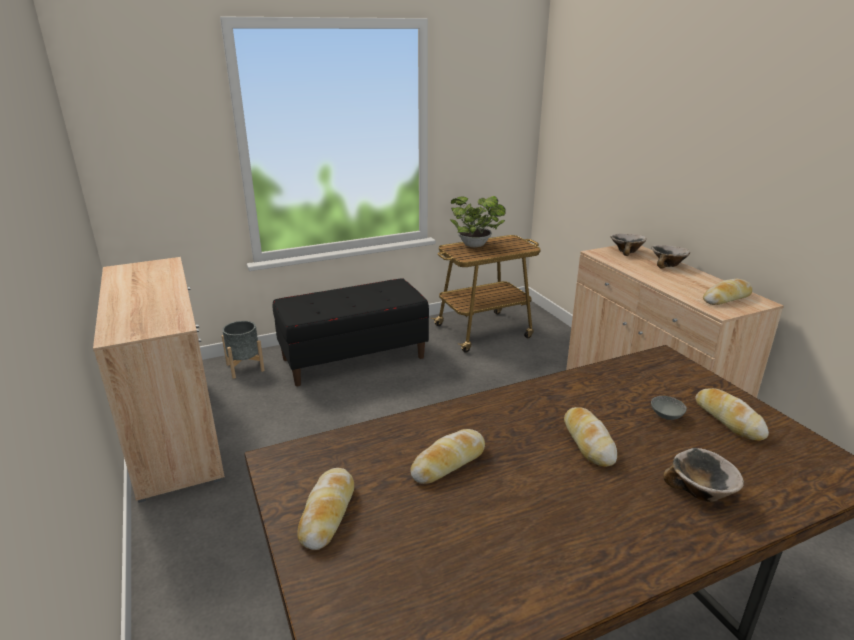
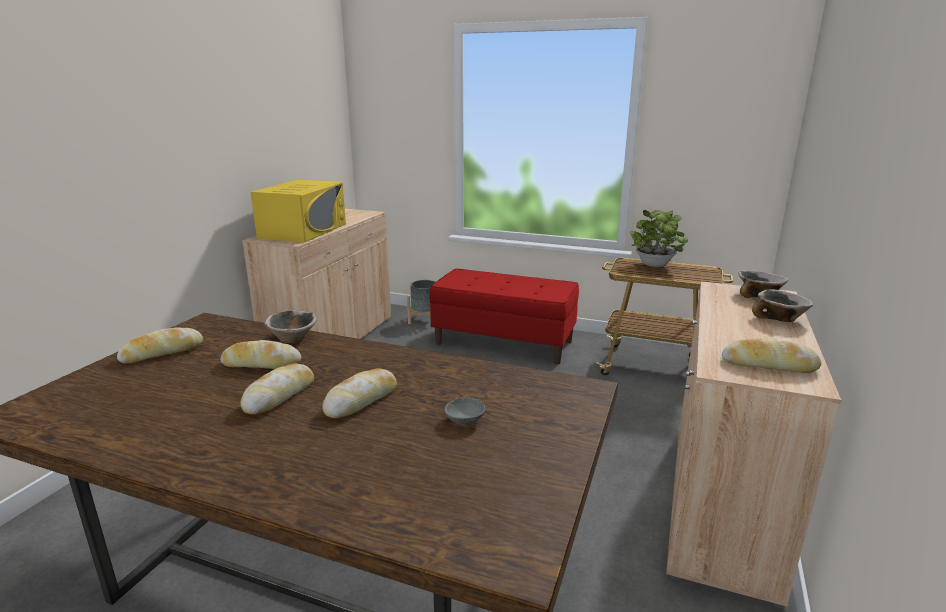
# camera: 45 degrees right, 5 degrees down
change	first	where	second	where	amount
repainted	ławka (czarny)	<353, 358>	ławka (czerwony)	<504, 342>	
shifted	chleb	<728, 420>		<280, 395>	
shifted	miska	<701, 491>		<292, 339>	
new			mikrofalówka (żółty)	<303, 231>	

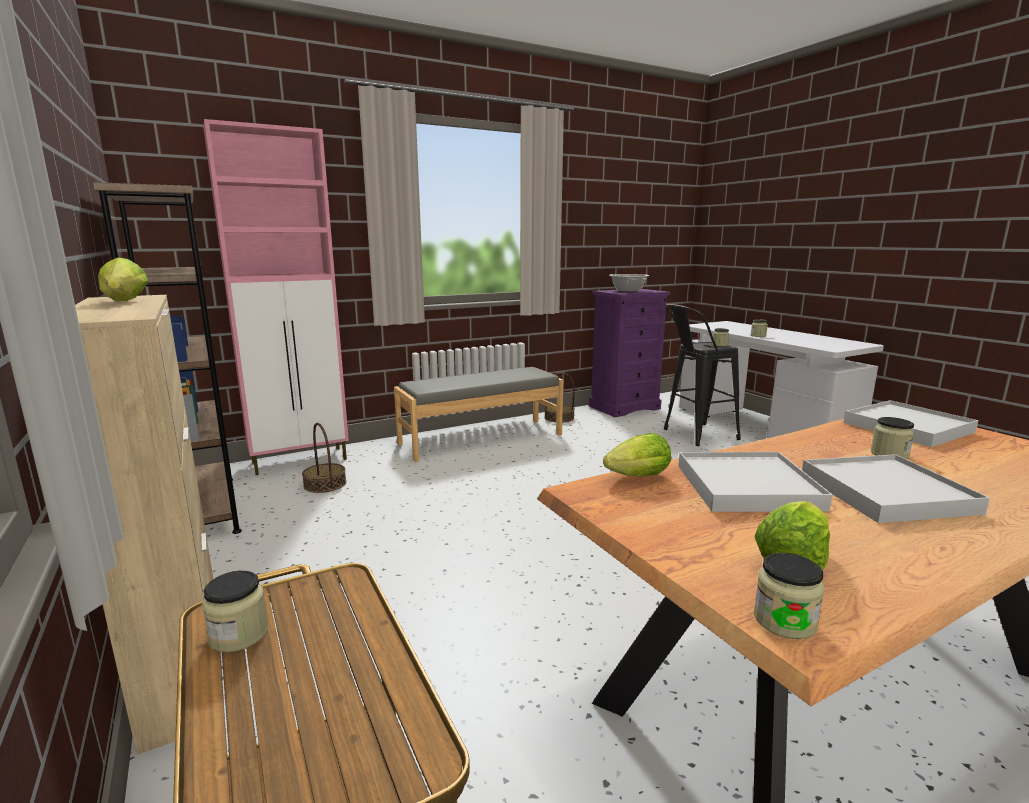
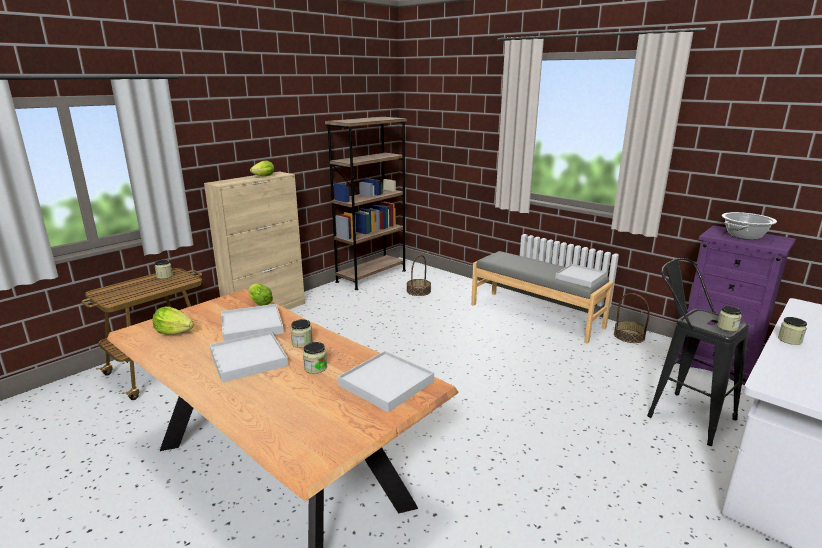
# camera: 70 degrees right, 5 degrees up
change	first	where	second	where	amount
gone	szafka (różowy)	<301, 461>			
shifted	słoik	<784, 621>		<302, 343>	
new			taca (biały)	<580, 277>	

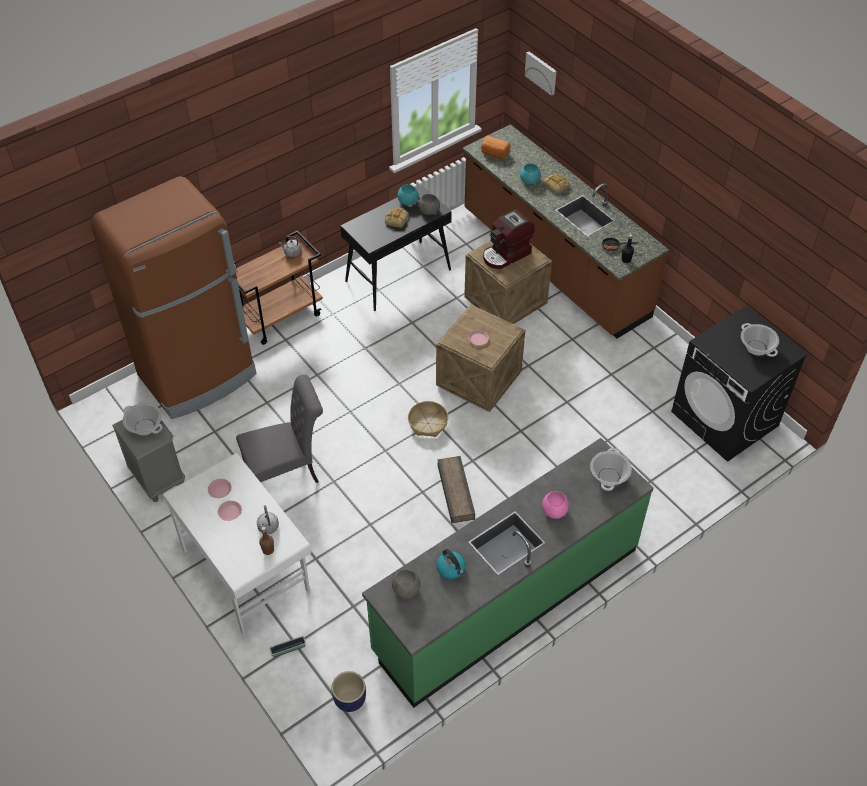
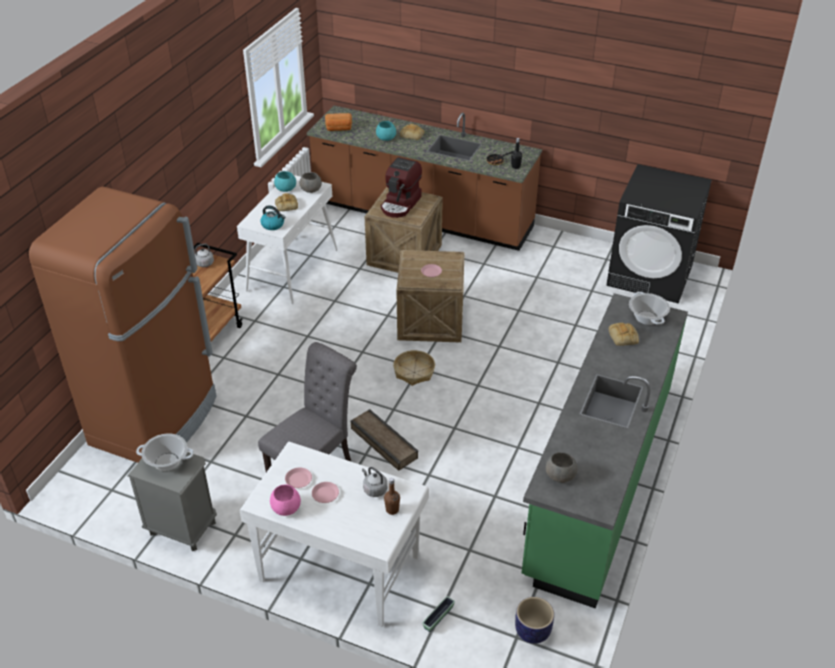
# camera: 30 degrees left, 10 degrees down
change	first	where	second	where	amount
gone	obraz	<541, 72>			
repainted	stolik konsolowy (czarny)	<398, 275>	stolik konsolowy (biały)	<292, 269>	
gone	garnek	<756, 347>			
shifted	skrzynka	<454, 492>		<383, 443>	
shifted	miska (różowy)	<554, 511>		<286, 508>	
shifted	czajnik	<451, 569>		<273, 225>	
new			chleb	<623, 337>	

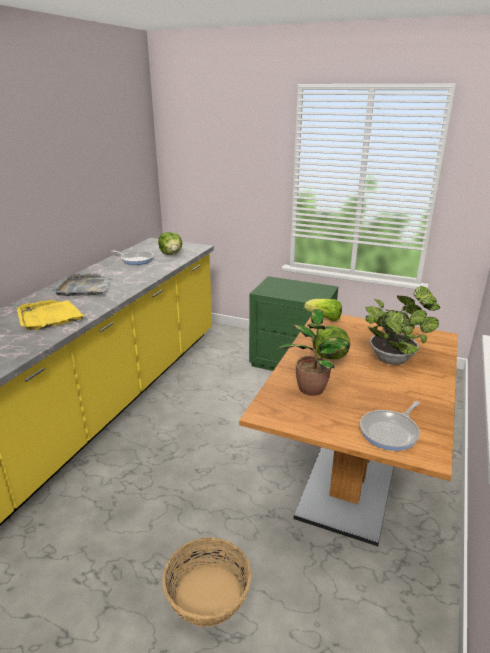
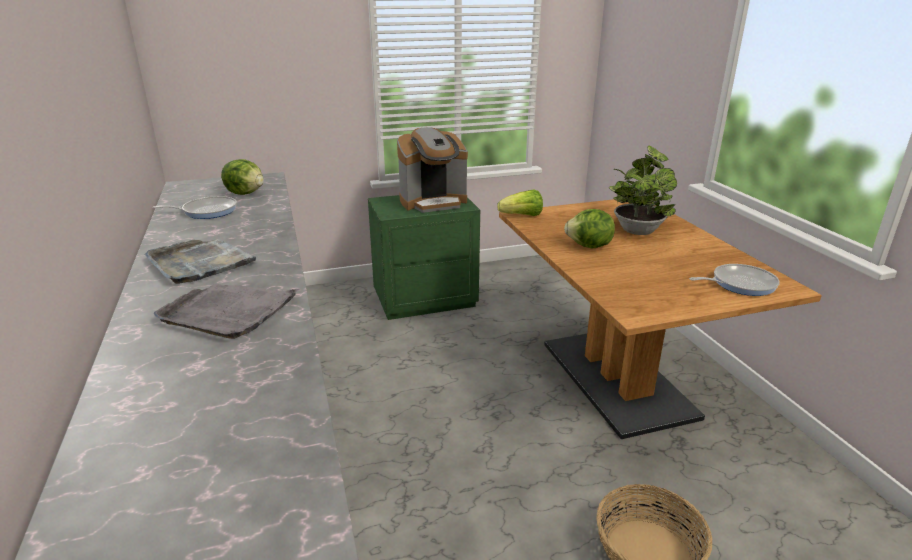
# camera: 40 degrees left, 0 degrees up
change	first	where	second	where	amount
repainted	taca (żółty)	<49, 317>	taca (szary)	<229, 312>	
gone	roślina doniczkowa	<311, 387>			
rotated	patelnia	<391, 432>		<740, 284>	105 degrees counterclockwise
new			ekspres do kawy	<433, 202>	

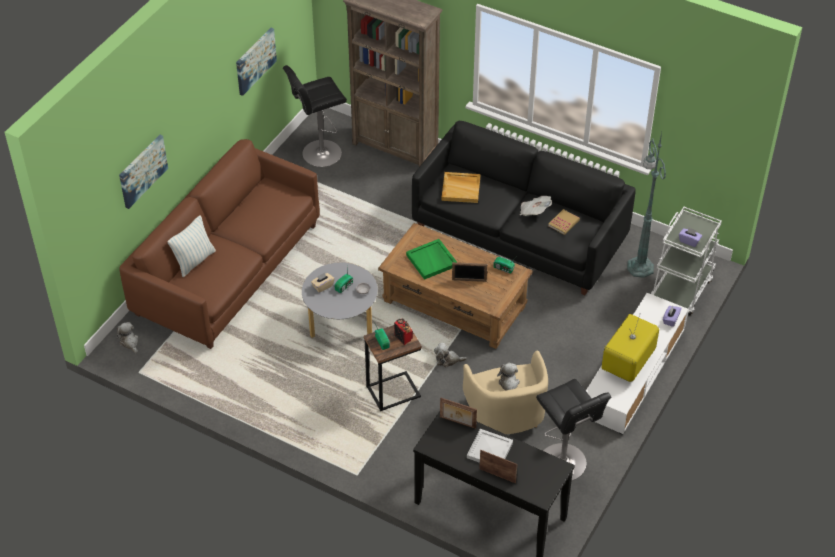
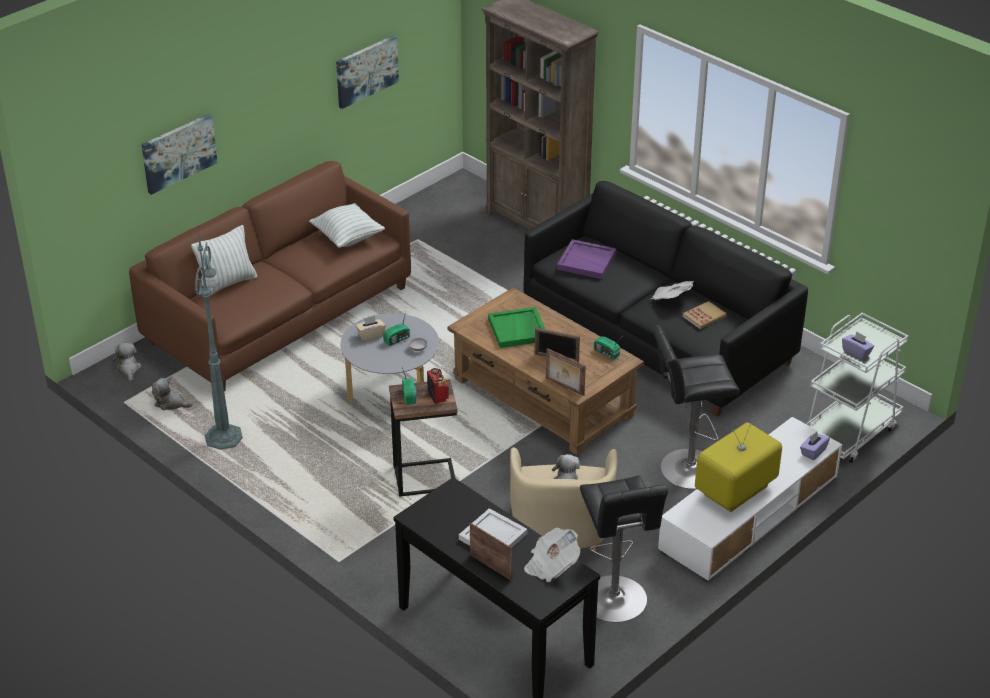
# camera: 15 degrees right, 10 degrees down
change	first	where	second	where	amount
shifted	stołek (czarny)	<319, 154>		<685, 469>	
shifted	lampa stojąca (zielony)	<640, 266>		<224, 436>	
repainted	taca (beżowy)	<461, 188>	taca (fioletowy)	<587, 261>	
shifted	pluszak	<448, 360>		<170, 403>	
shifted	ramka na zdjęcie	<457, 423>		<564, 387>	
new			poduszka	<347, 238>	
new			gazeta	<551, 565>	

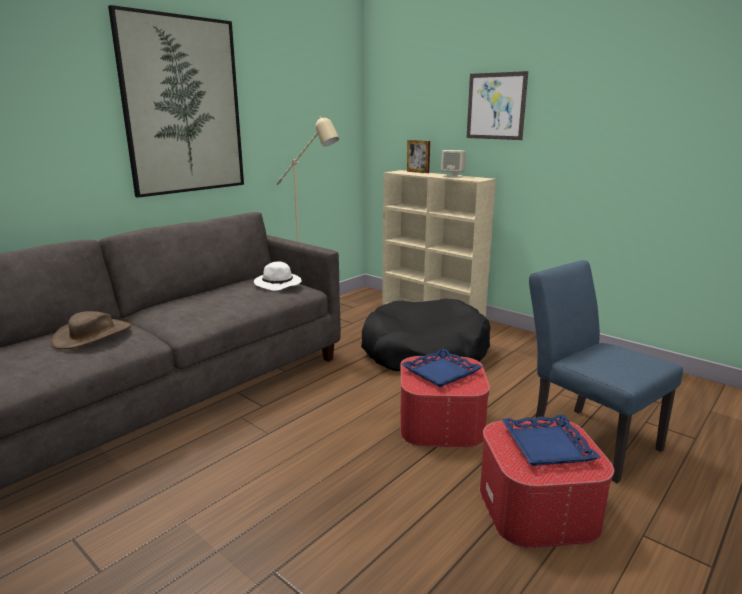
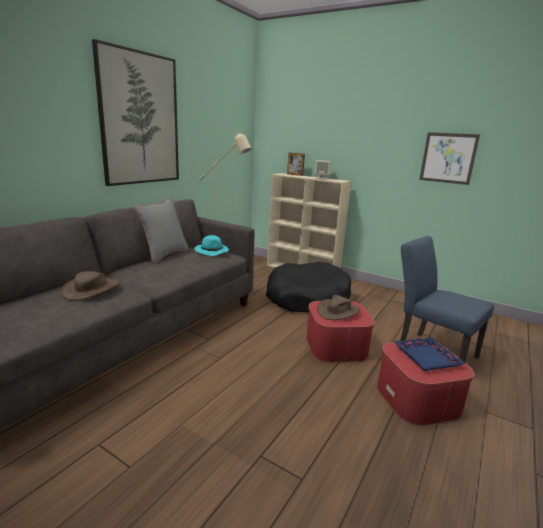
# camera: 10 degrees left, 0 degrees up
change	first	where	second	where	amount
shifted	obraz	<496, 106>		<448, 158>	
repainted	kapelusz (biały)	<278, 284>	kapelusz (turkusowy)	<212, 251>	
swapped	taca (niebieski)	<441, 372>	kapelusz (brązowy)	<338, 311>	
new			poduszka (szary)	<164, 255>	

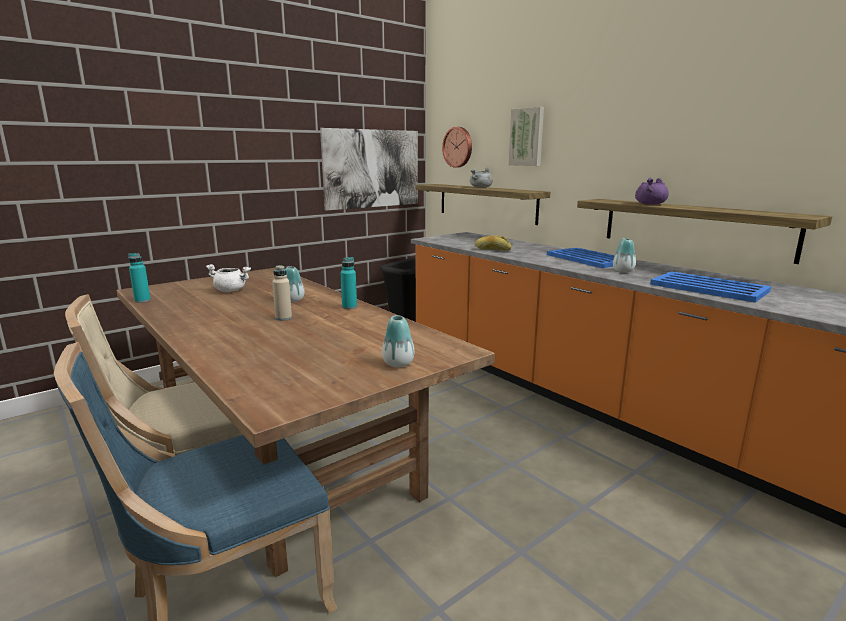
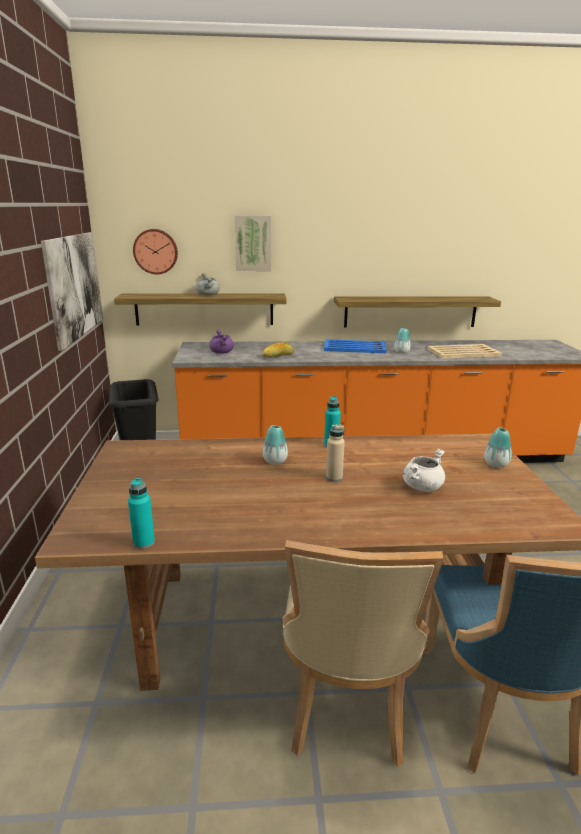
# camera: 55 degrees left, 5 degrees up
change	first	where	second	where	amount
shifted	garnek (fioletowy)	<650, 204>		<221, 352>	
shifted	garnek (biały)	<231, 290>		<422, 486>	
repainted	taca (niebieski)	<709, 288>	taca (beżowy)	<464, 352>	

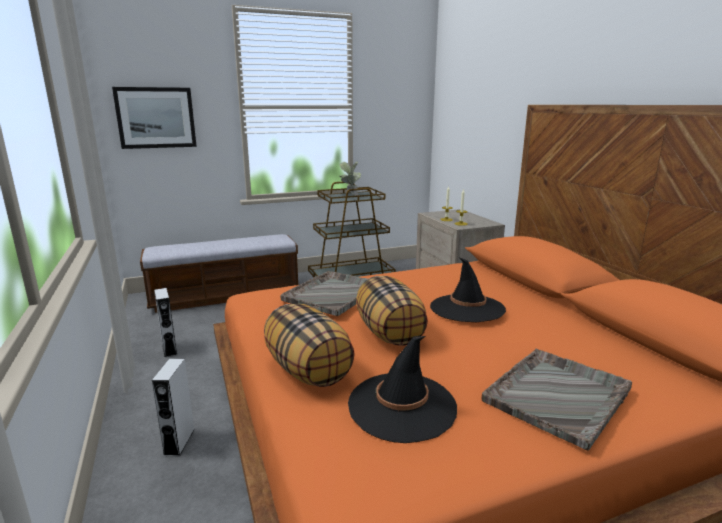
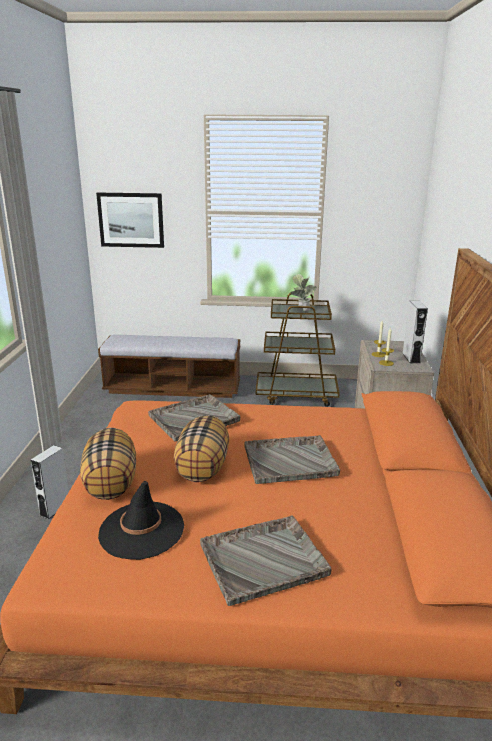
# camera: 25 degrees right, 5 degrees up
change	first	where	second	where	amount
swapped	kapelusz (czarny)	<467, 308>	taca (szary)	<291, 461>	
shifted	głośnik (szary)	<169, 349>		<411, 358>	

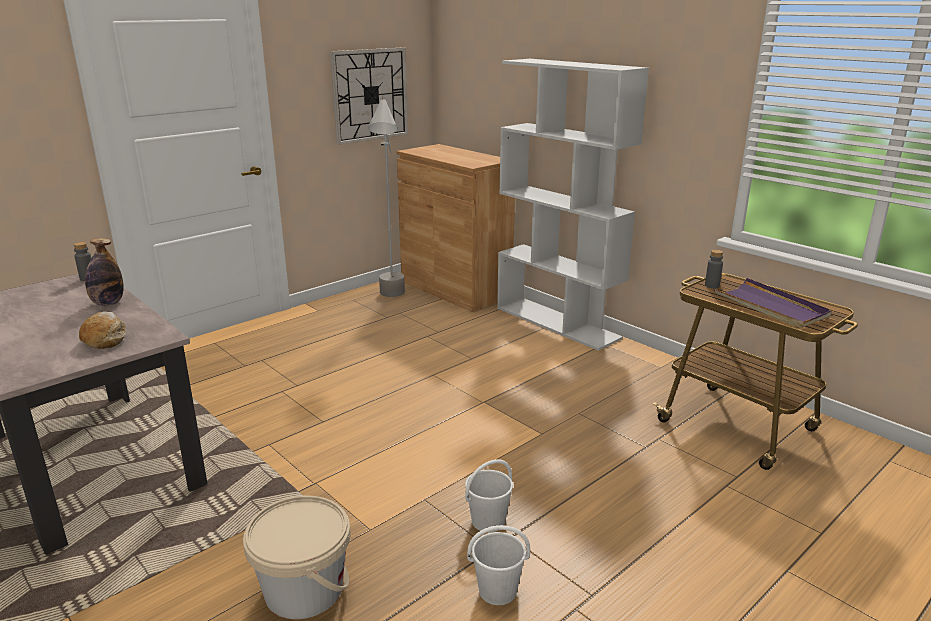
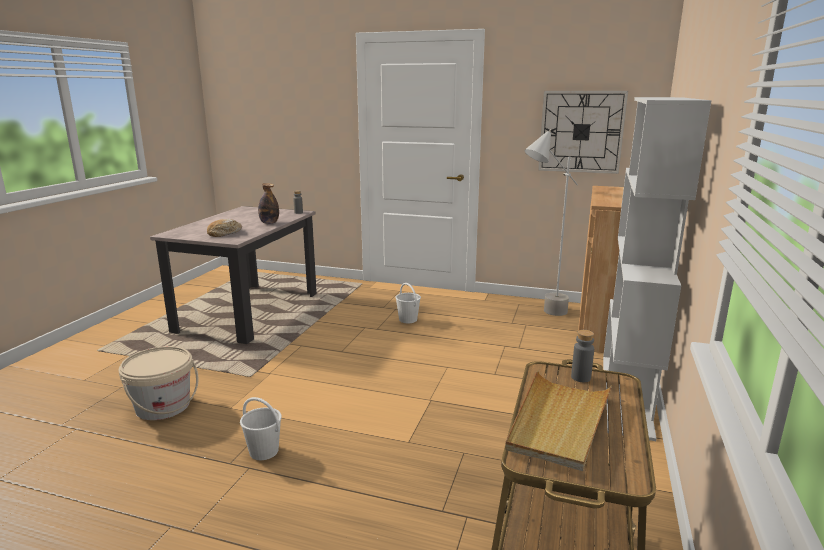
# camera: 60 degrees right, 5 degrees down
change	first	where	second	where	amount
repainted	taca (fioletowy)	<770, 307>	taca (beżowy)	<558, 422>	
shifted	wiadro (biały)	<497, 591>		<407, 319>	

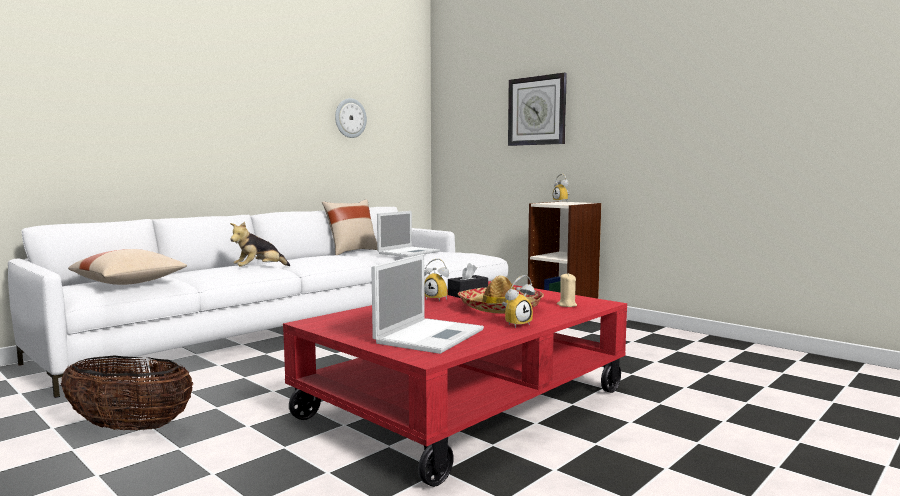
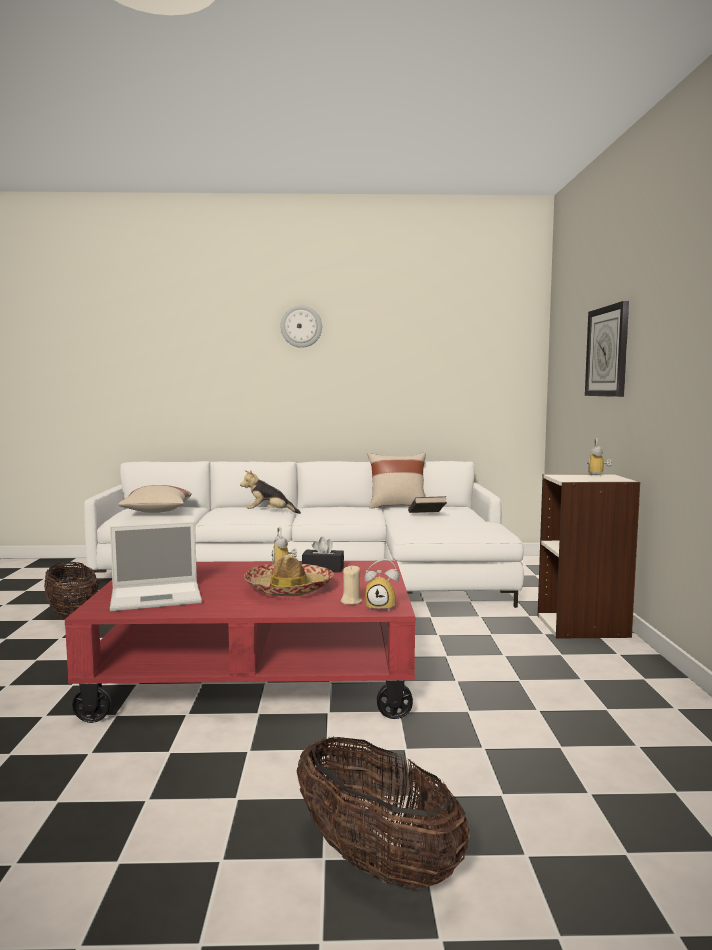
# camera: 45 degrees right, 0 degrees up
change	first	where	second	where	amount
shifted	zegar ścienny	<350, 118>		<301, 326>	
swapped	laptop	<409, 252>	książka (brązowy)	<426, 515>	
shifted	budzik	<516, 324>		<382, 607>	
new			koszyk	<376, 862>	

